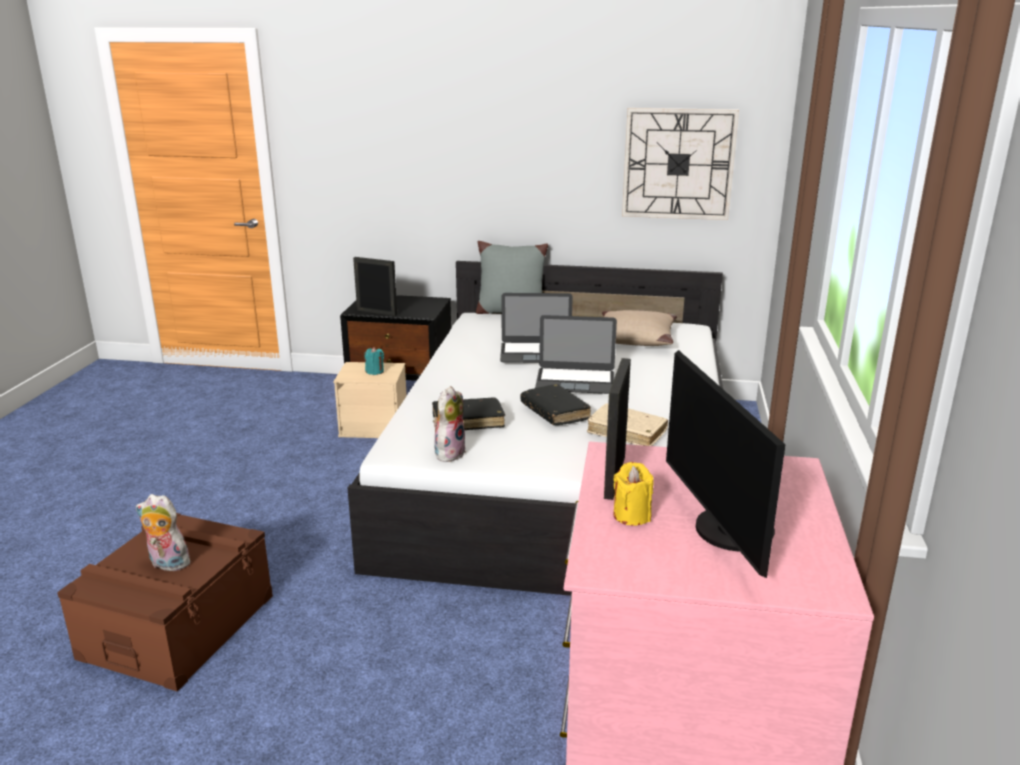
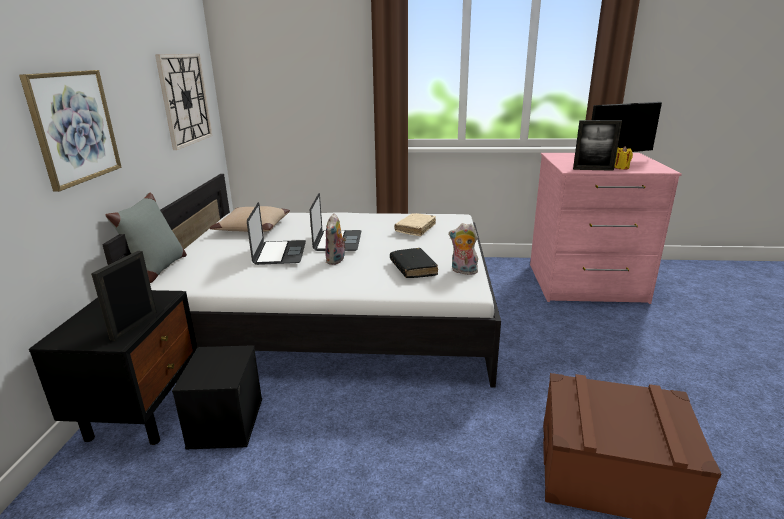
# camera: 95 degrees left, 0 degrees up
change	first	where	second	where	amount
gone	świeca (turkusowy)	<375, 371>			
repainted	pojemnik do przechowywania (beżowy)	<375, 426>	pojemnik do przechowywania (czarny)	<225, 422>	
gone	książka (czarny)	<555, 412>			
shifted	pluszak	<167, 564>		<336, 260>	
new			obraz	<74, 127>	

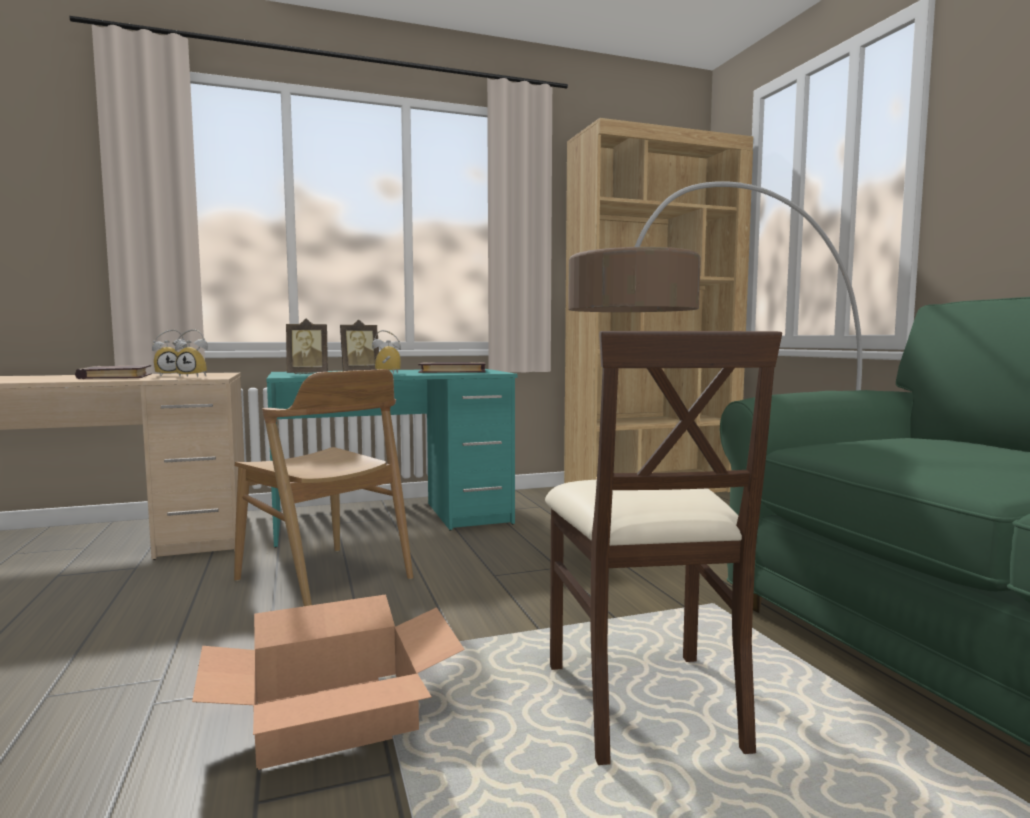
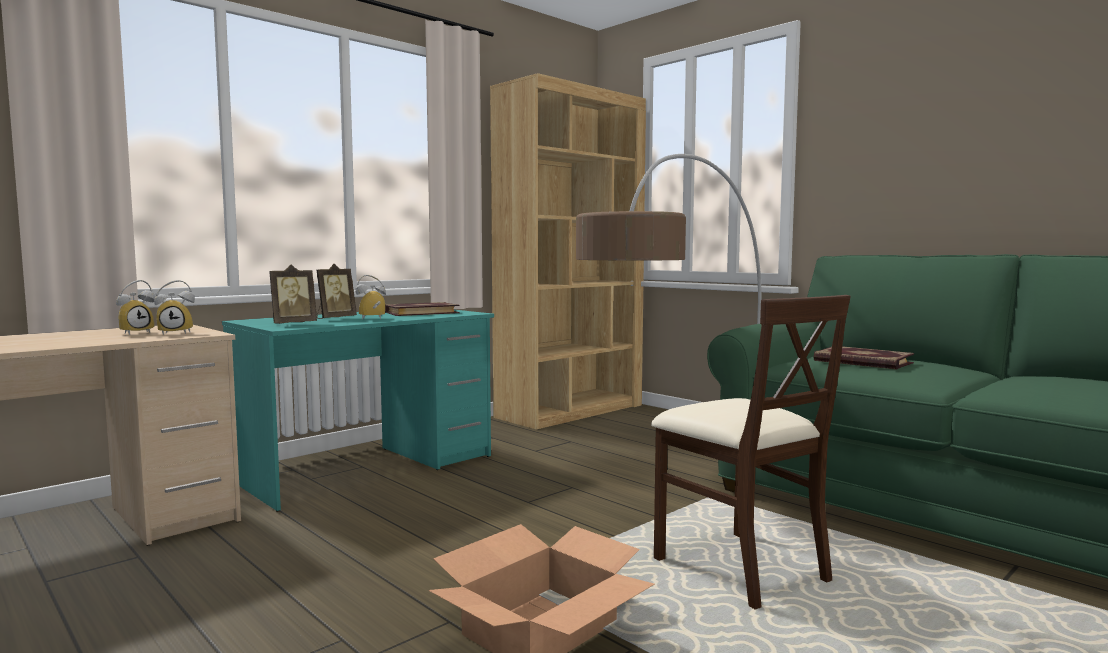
# camera: 25 degrees left, 0 degrees up
change	first	where	second	where	amount
shifted	książka	<114, 376>		<862, 362>	
gone	krzesło (brązowy)	<324, 579>			

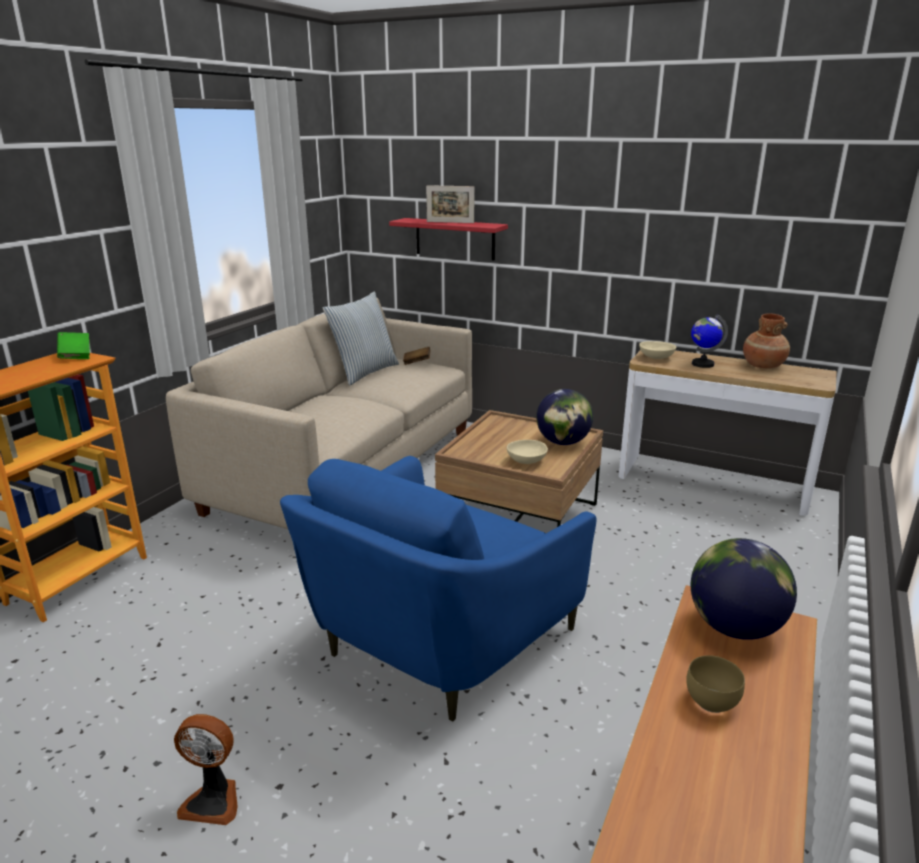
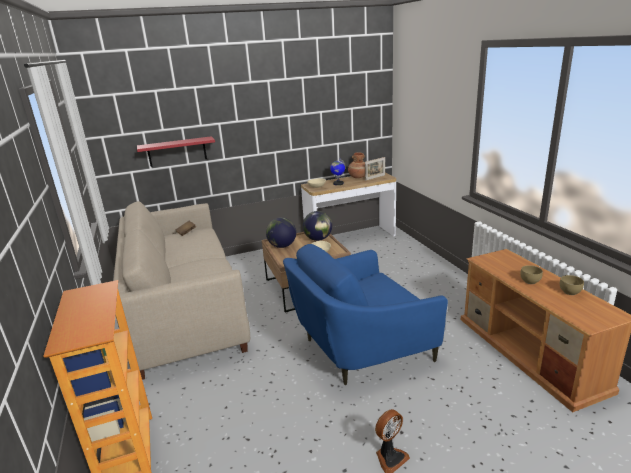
# camera: 45 degrees left, 0 degrees up
change	first	where	second	where	amount
shifted	ramka na zdjęcie	<450, 222>		<375, 177>	
gone	poduszka	<364, 372>			
gone	książka (zielony)	<76, 356>			
rotated	fotel (niebieski)	<438, 641>		<361, 347>	75 degrees clockwise
shifted	globus	<734, 627>		<282, 246>	
new			miska (brązowy)	<570, 292>	

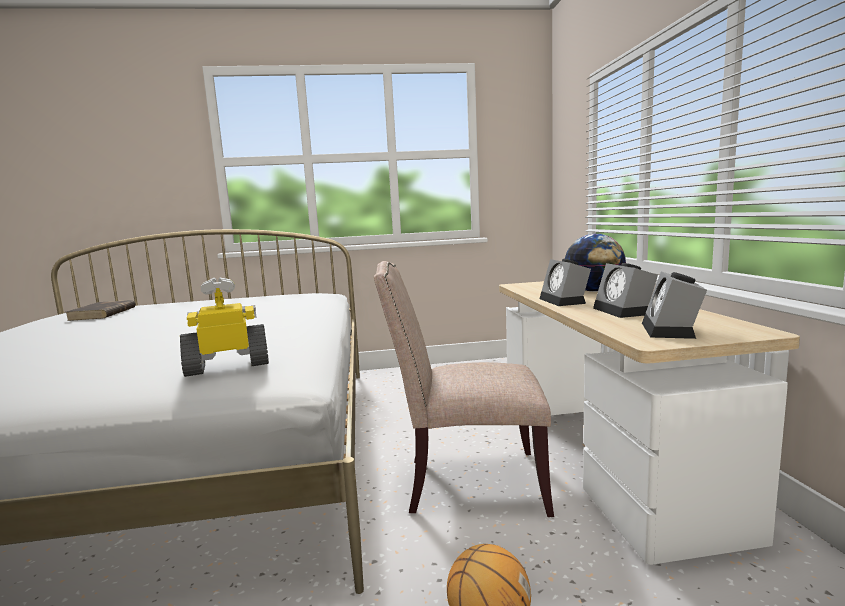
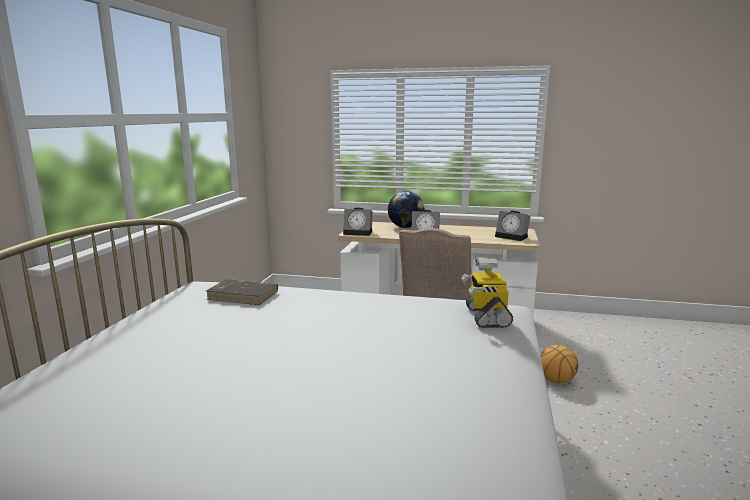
# camera: 70 degrees left, 5 degrees up
change	first	where	second	where	amount
shifted	budzik	<624, 311>		<359, 232>	
shifted	książka (brązowy)	<102, 314>		<243, 295>	

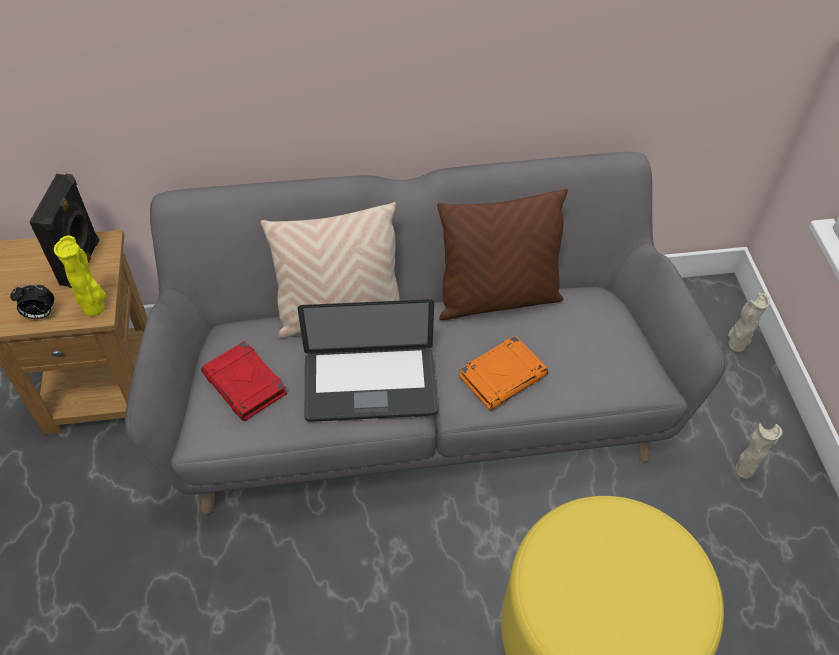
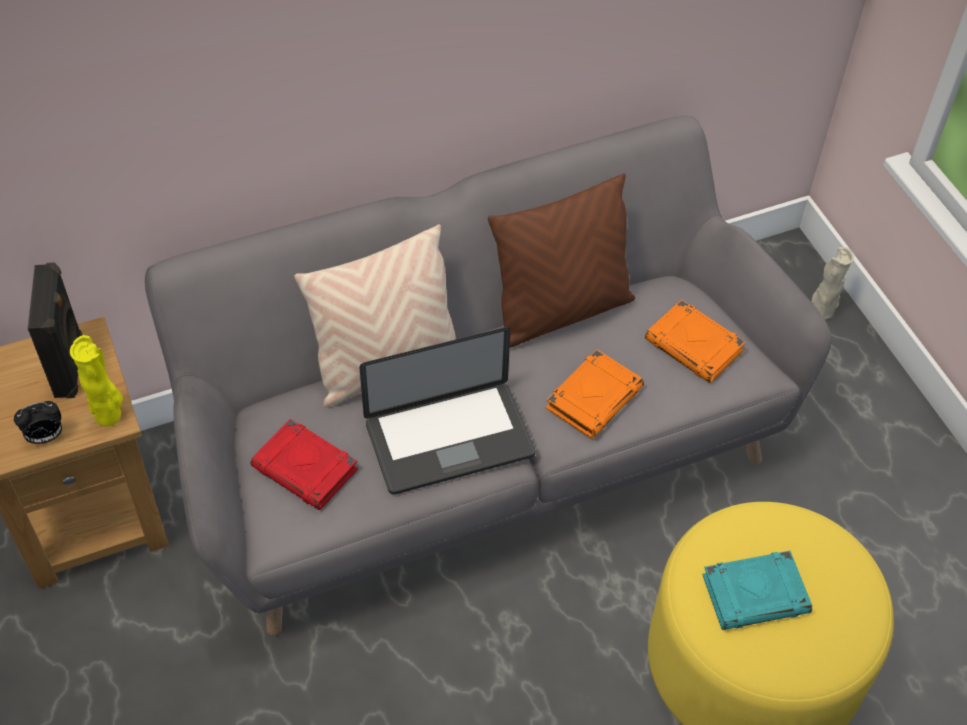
# camera: 15 degrees left, 0 degrees up
change	first	where	second	where	amount
gone	wazon (beżowy)	<743, 470>			
new			książka (pomarańczowy)	<695, 346>	
new			książka (turkusowy)	<756, 594>	

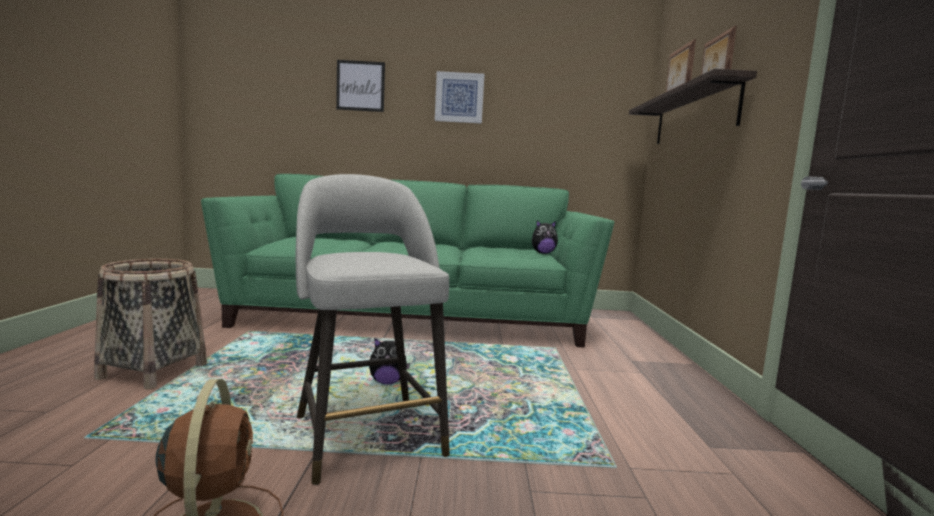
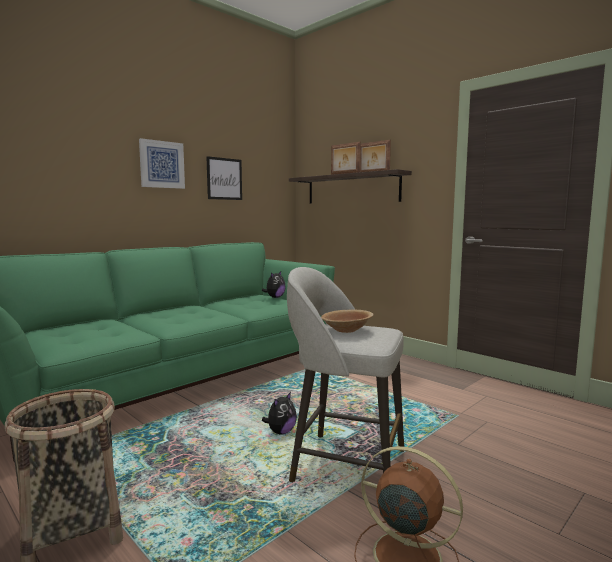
# camera: 45 degrees left, 0 degrees up
change	first	where	second	where	amount
shifted	obraz	<360, 86>		<224, 179>	
new			miska (brązowy)	<346, 330>	

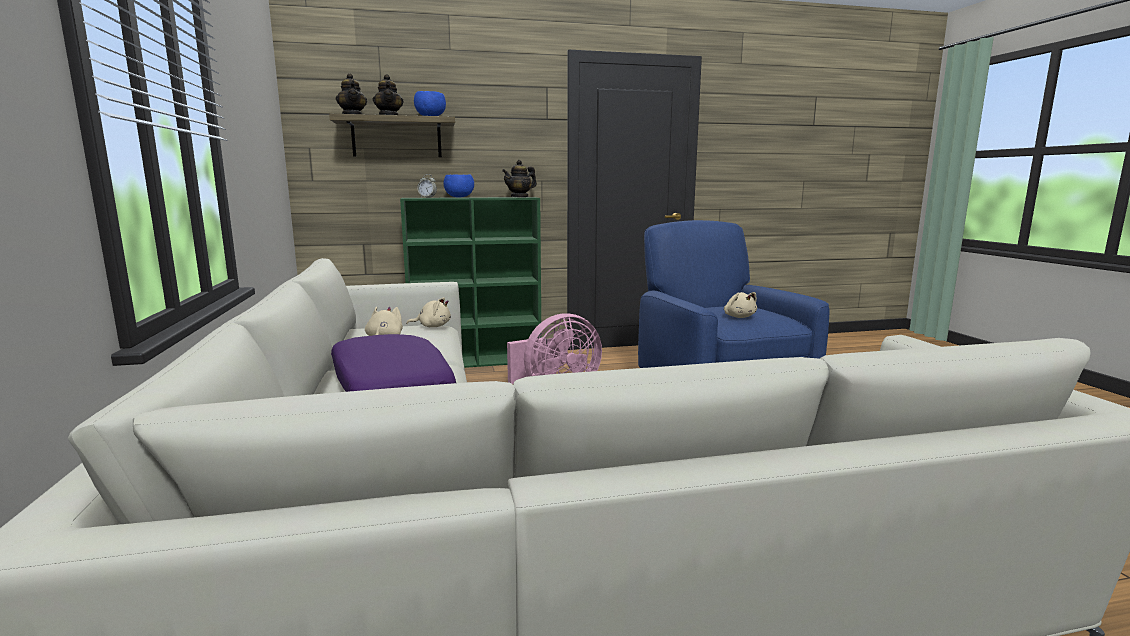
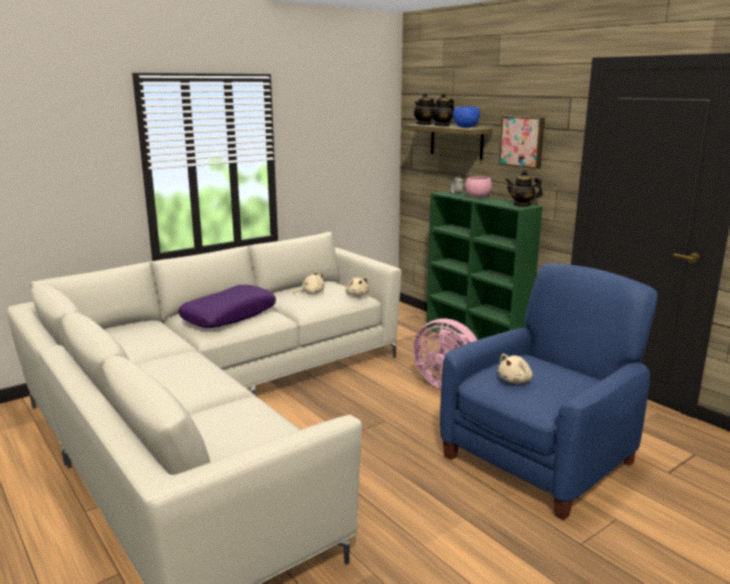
# camera: 65 degrees right, 5 degrees up
change	first	where	second	where	amount
repainted	miska (niebieski)	<459, 197>	miska (różowy)	<477, 197>	
new			obraz	<522, 141>	

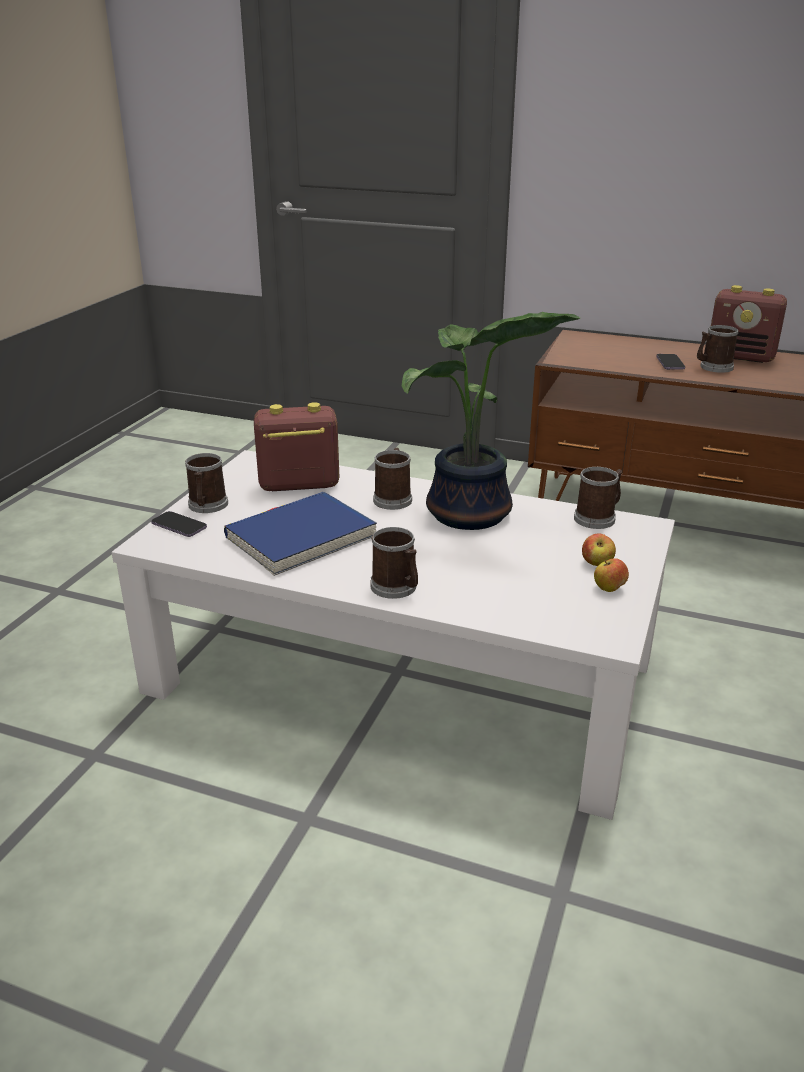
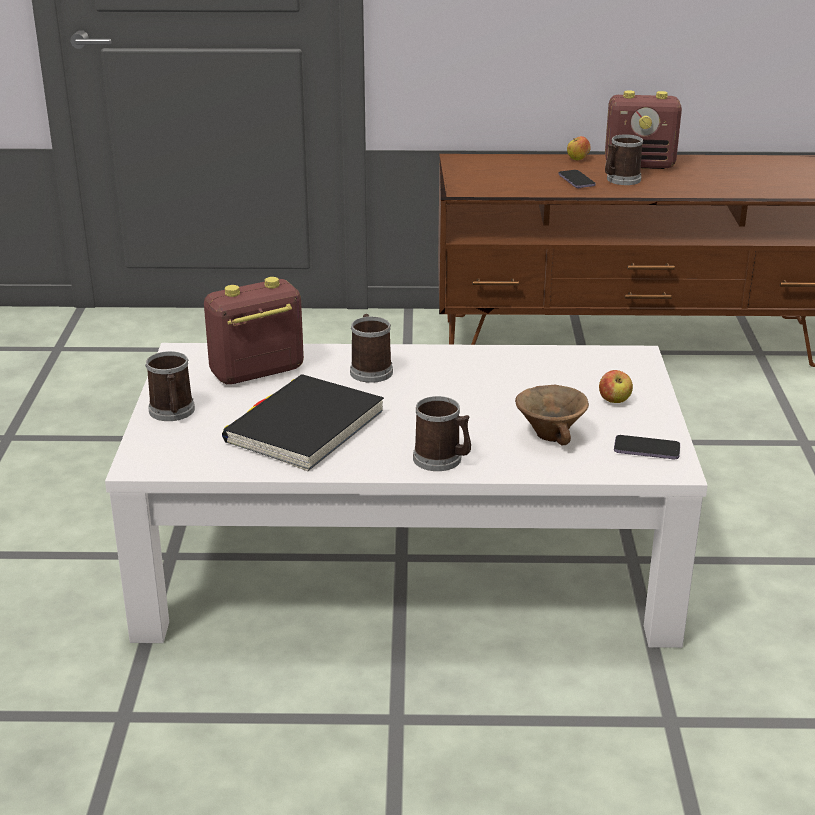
# camera: 20 degrees left, 0 degrees up
change	first	where	second	where	amount
gone	roślina doniczkowa	<470, 516>			
gone	kubek	<598, 518>			
repainted	książka (niebieski)	<301, 538>	książka (czarny)	<304, 428>	
shifted	telefon	<179, 526>		<646, 449>	
shifted	jabłko	<609, 588>		<577, 159>	
new			miska (brązowy)	<551, 436>	

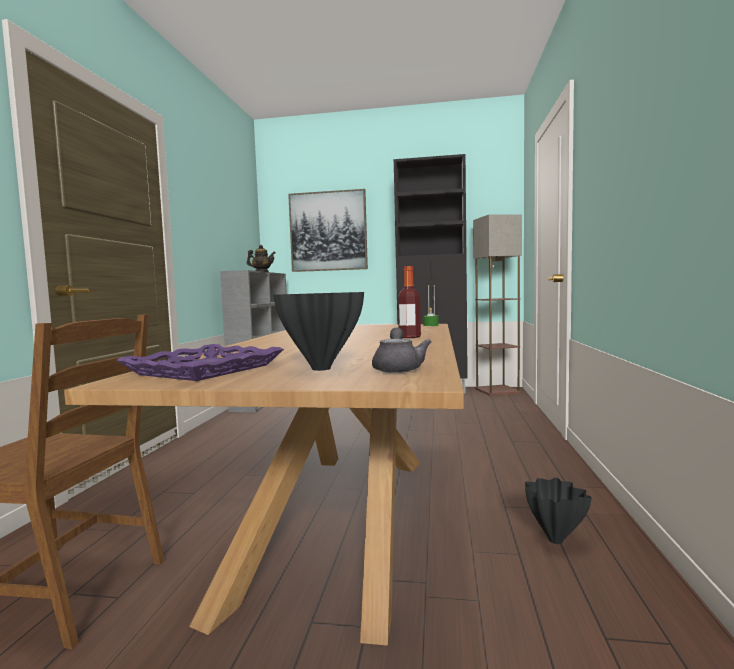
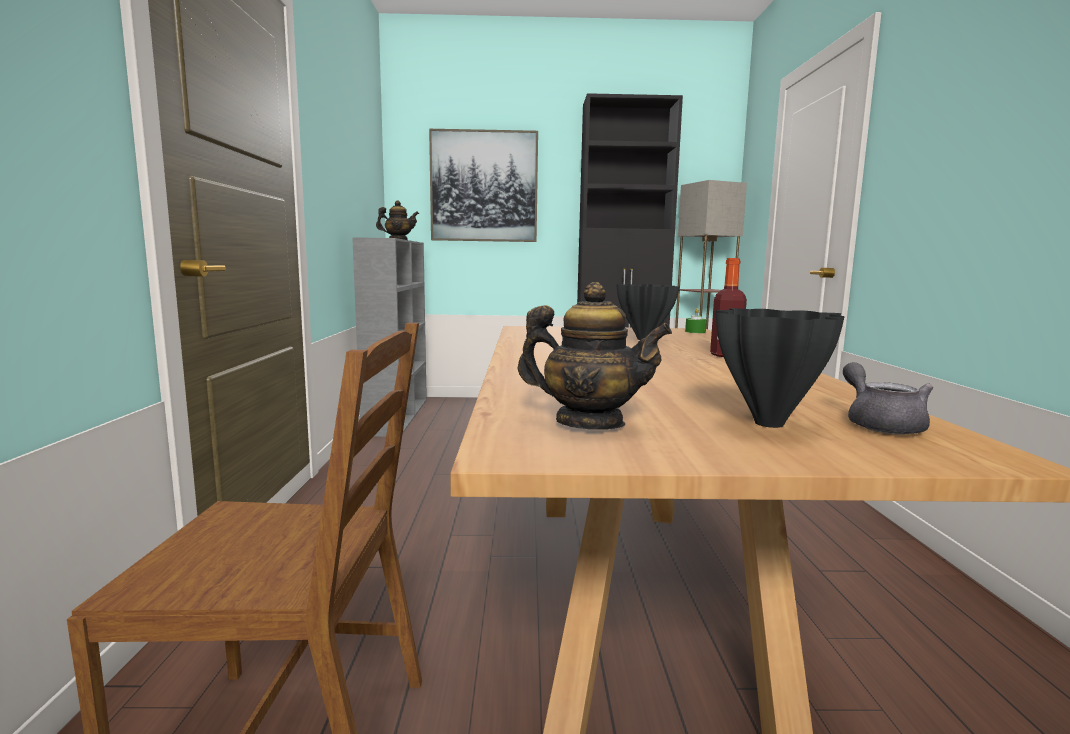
# camera: 10 degrees left, 5 degrees up
change	first	where	second	where	amount
swapped	taca (fioletowy)	<204, 369>	imbryk	<589, 423>	
shifted	wazon (czarny)	<554, 540>		<642, 339>	

